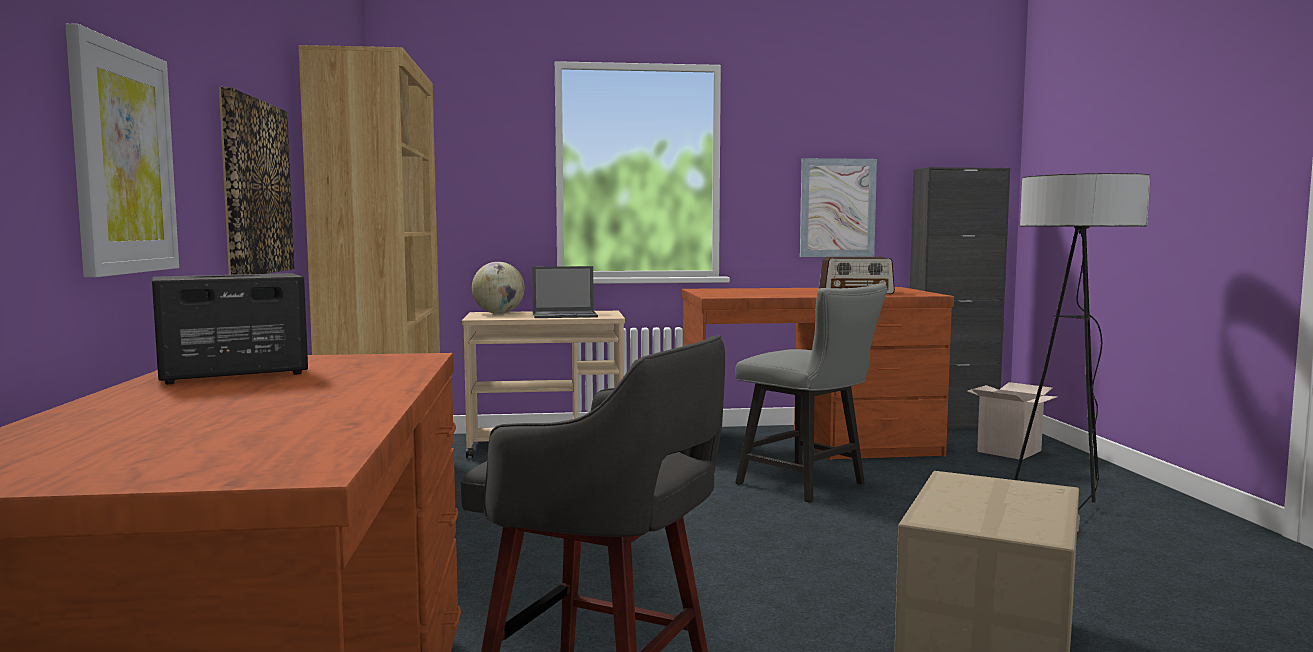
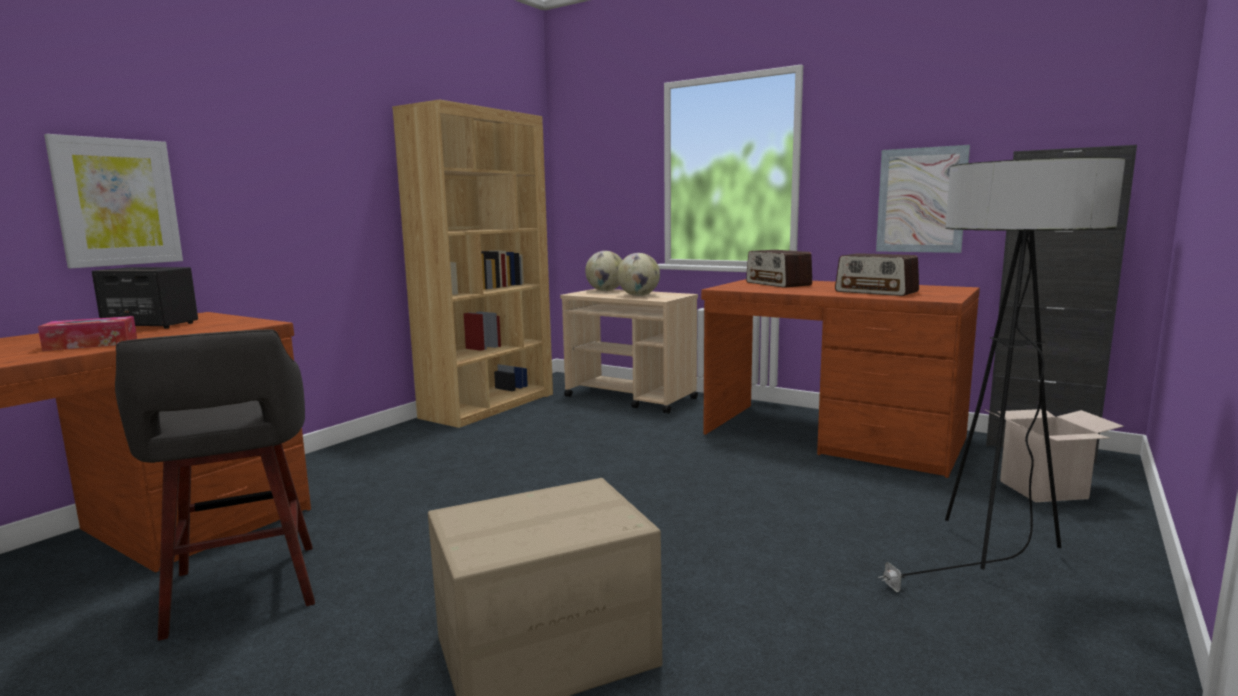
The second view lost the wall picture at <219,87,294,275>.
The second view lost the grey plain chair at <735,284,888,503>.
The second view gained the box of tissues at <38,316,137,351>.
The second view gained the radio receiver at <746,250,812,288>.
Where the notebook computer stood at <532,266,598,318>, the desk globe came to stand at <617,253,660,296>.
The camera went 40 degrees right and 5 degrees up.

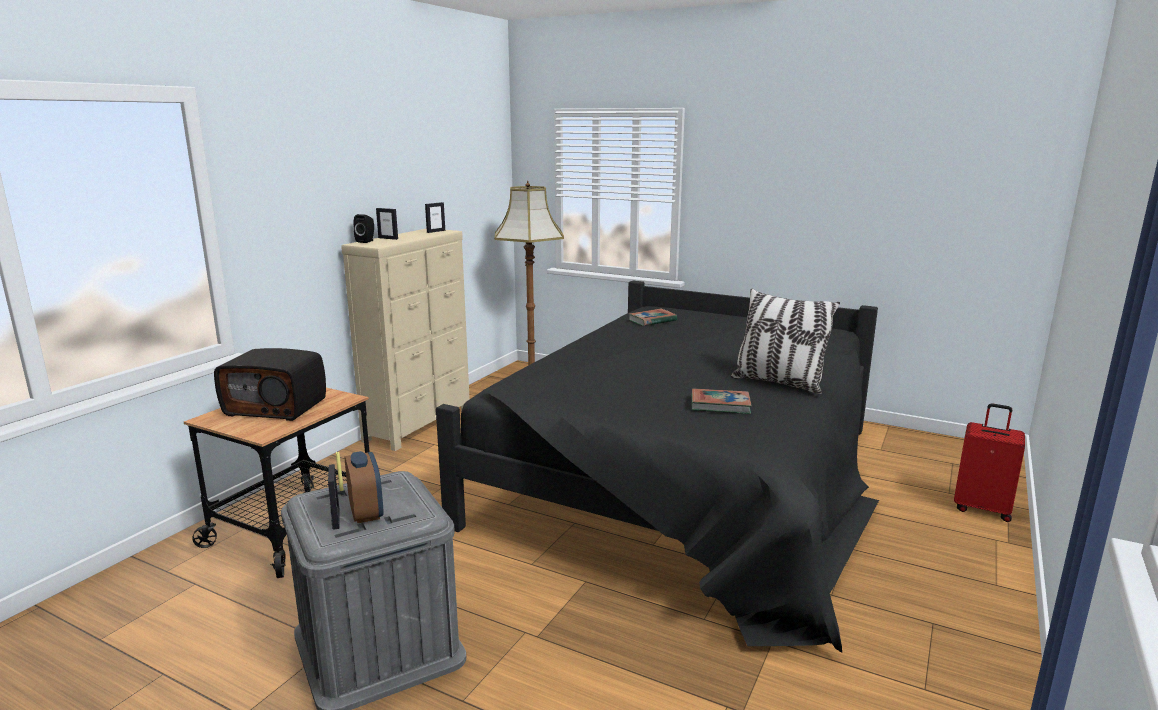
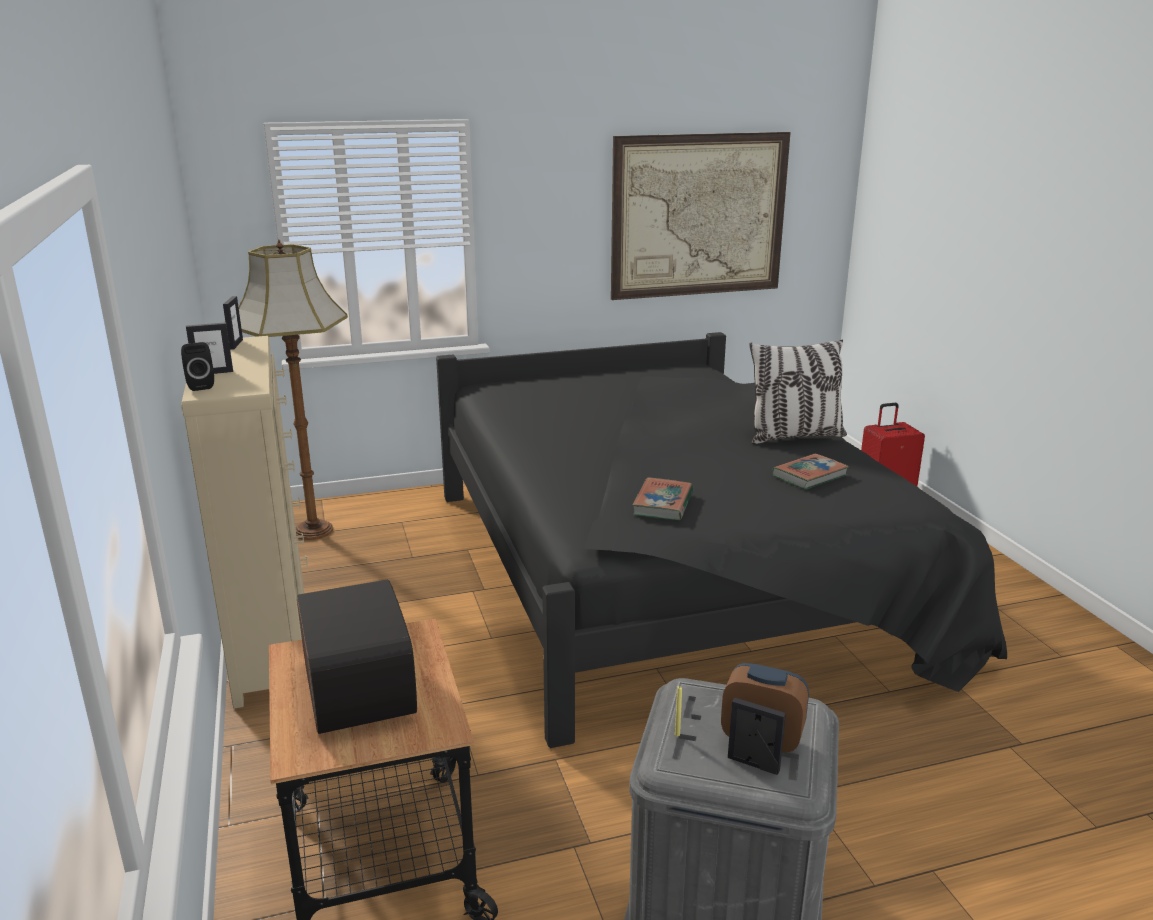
The second view gained the wall picture at <611,132,791,300>.
The book ended up elsewhere, having gone from <629,308,677,326> to <632,477,694,520>.
The radio receiver at <214,348,326,421> ended up facing another way, 75 degrees counterclockwise from before.
The camera went 45 degrees left and 5 degrees up.

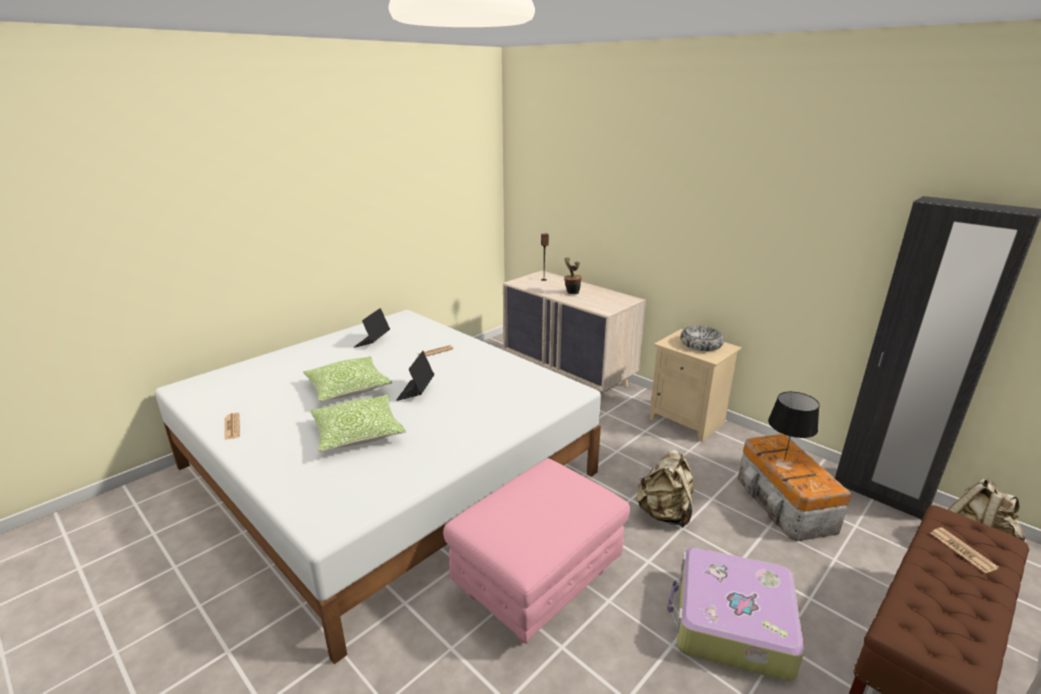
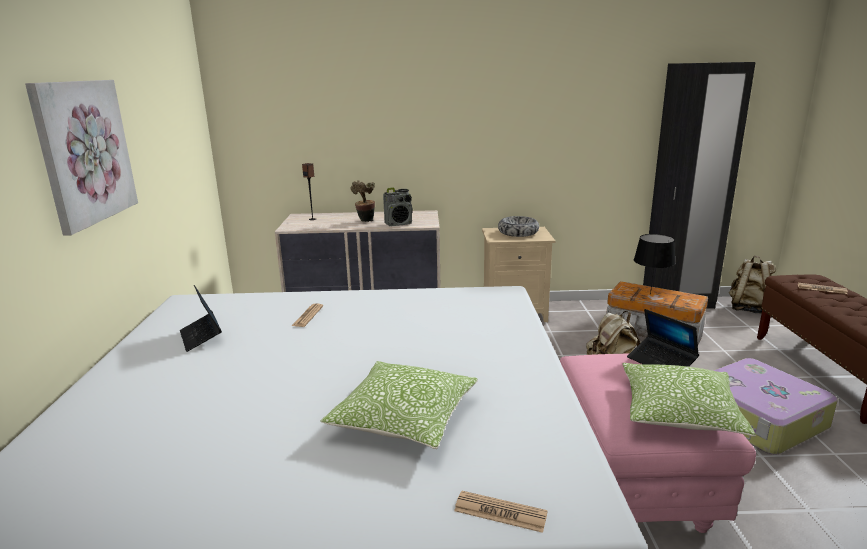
The second view gained the wall picture at <25,80,138,236>.
The second view gained the radio receiver at <383,187,413,226>.
The printed paper ended up elsewhere, having gone from <225,413,240,440> to <454,491,548,533>.
The throw pillow ended up elsewhere, having gone from <303,356,392,402> to <623,363,756,436>.
The notebook computer ended up elsewhere, having gone from <396,351,434,401> to <627,309,699,367>.
The camera went 45 degrees left and 5 degrees down.

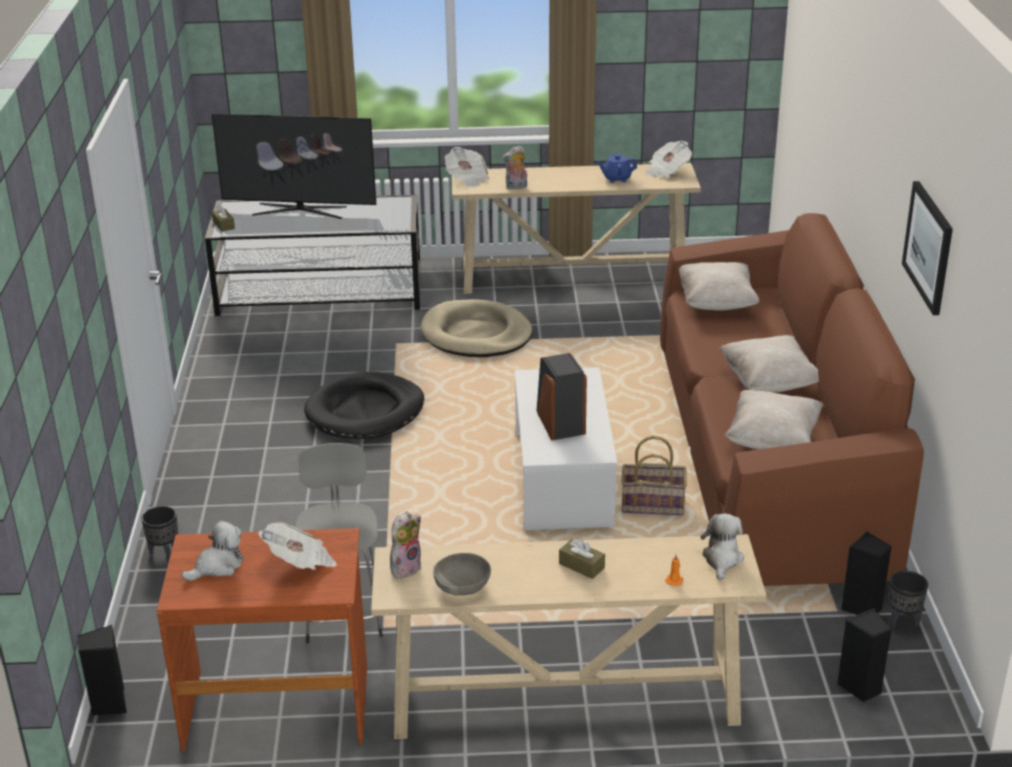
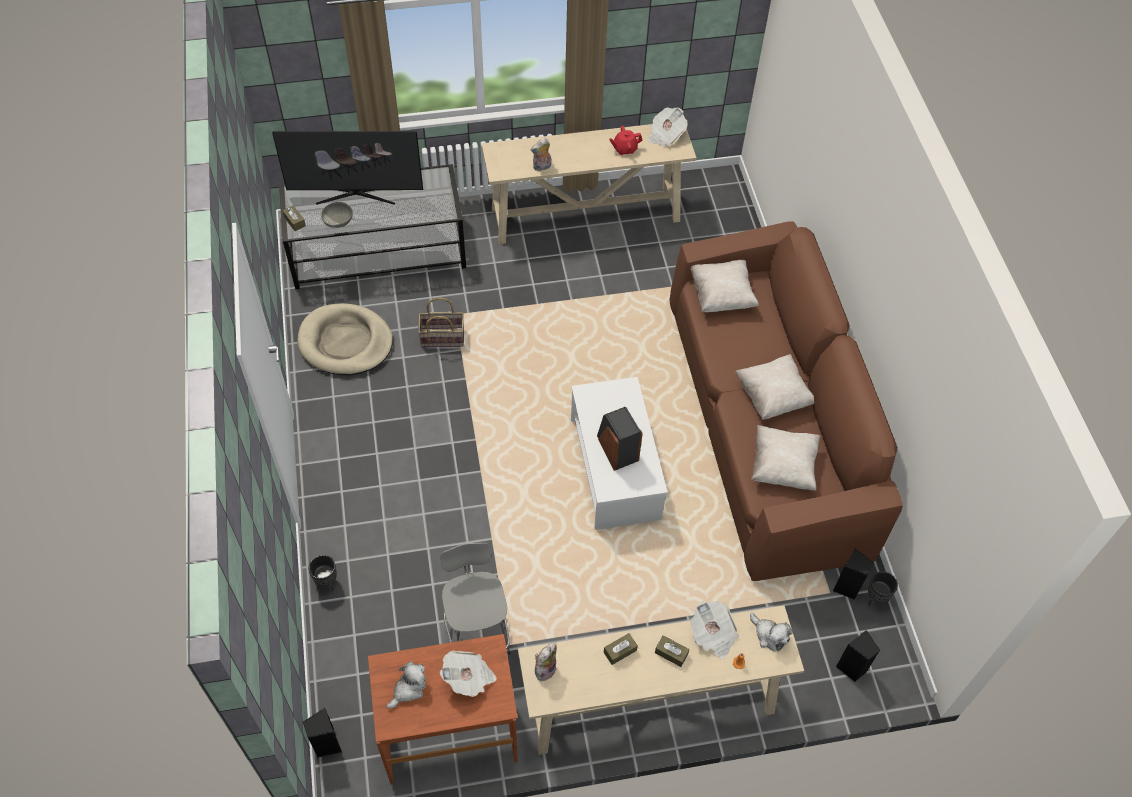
The second view lost the blackish dog cushion at <304,372,424,439>.
The second view lost the wall picture at <902,181,953,315>.
The second view gained the brownish box of tissues at <604,633,638,665>.
The sand-coloured dog cushion ended up elsewhere, having gone from <421,299,532,357> to <297,303,393,375>.
The grey bowl ended up elsewhere, having gone from <433,553,491,596> to <321,202,353,228>.
The printed paper ended up elsewhere, having gone from <444,147,490,188> to <690,601,739,659>.
The storage basket ended up elsewhere, having gone from <622,436,687,515> to <418,297,464,347>.
What was the bluish teapot at <597,153,637,183> turned into the red teapot at <609,126,643,155>.
The soft toy at <701,513,744,580> ended up facing another way, 135 degrees clockwise from before.
The camera went 10 degrees left and 25 degrees up.

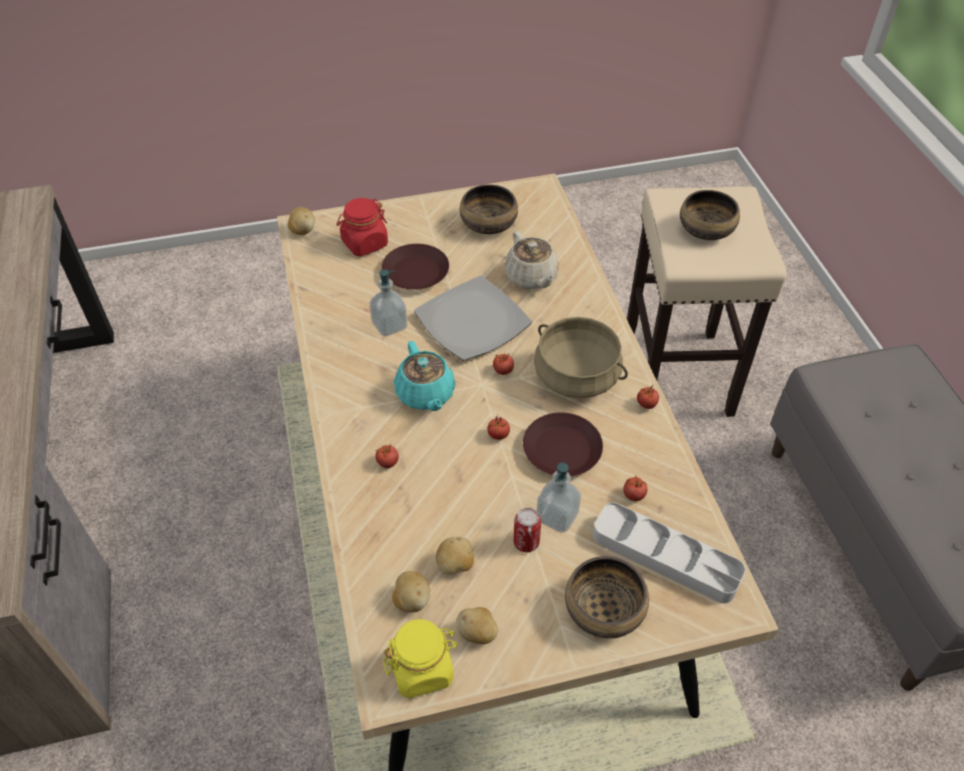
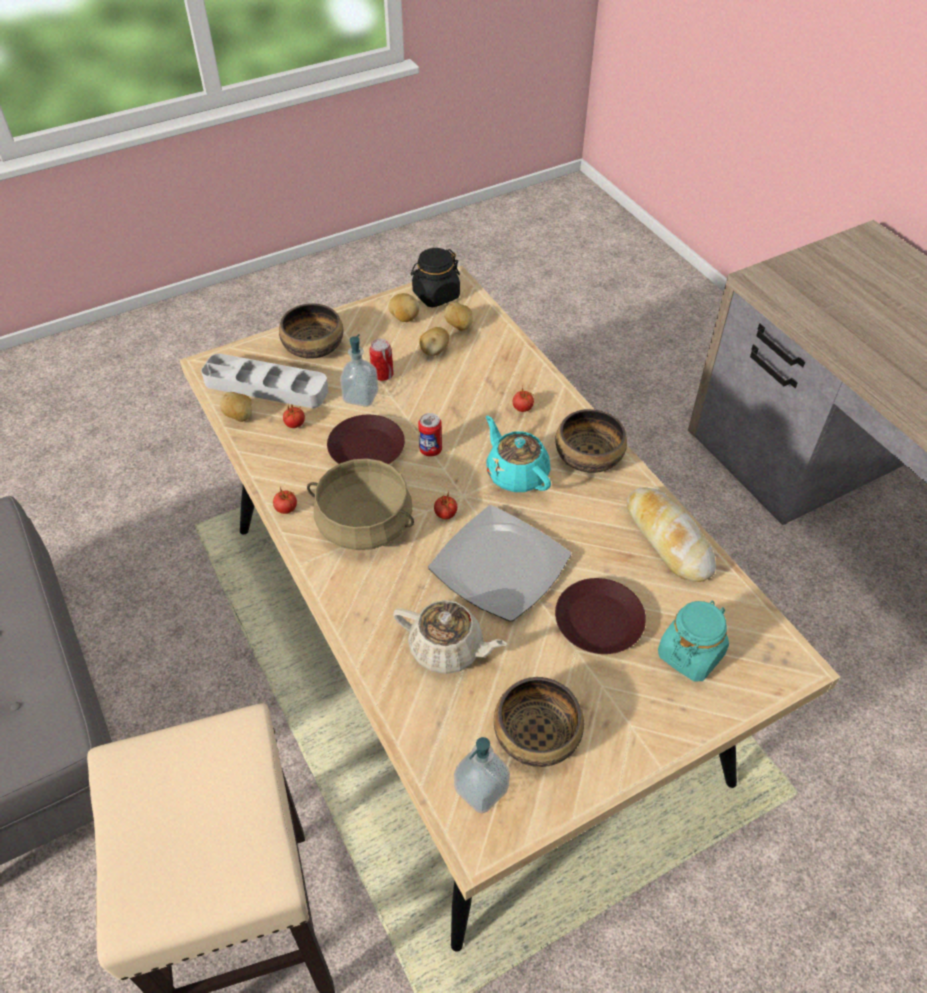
The second view gained the bakery bread at <627,487,716,582>.
The spud ended up elsewhere, having gone from <288,207,315,235> to <220,392,252,422>.
The liquid soap bottle ended up elsewhere, having gone from <370,269,407,337> to <454,737,510,814>.
The bowl ended up elsewhere, having gone from <680,190,740,240> to <555,409,627,473>.
Where the fresh tomato stood at <487,415,510,440>, the can came to stand at <418,413,442,457>.
What was the red preserve jar at <336,198,388,257> turned into the turquoise preserve jar at <658,600,729,682>.
What was the yellowish preserve jar at <384,619,458,699> turned into the blackish preserve jar at <411,248,460,307>.
The sand-coloured teapot at <504,231,559,289> ended up facing another way, 150 degrees clockwise from before.
The camera went 165 degrees right and 0 degrees up.

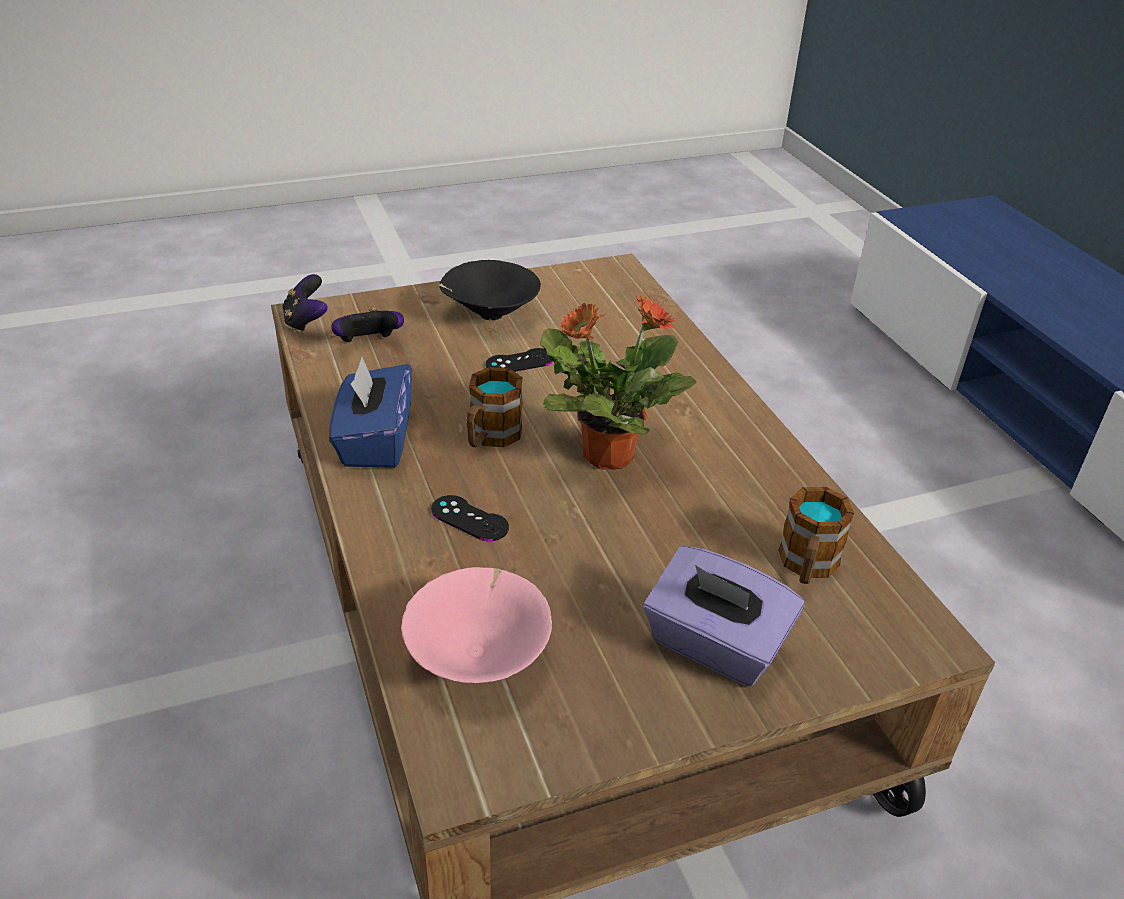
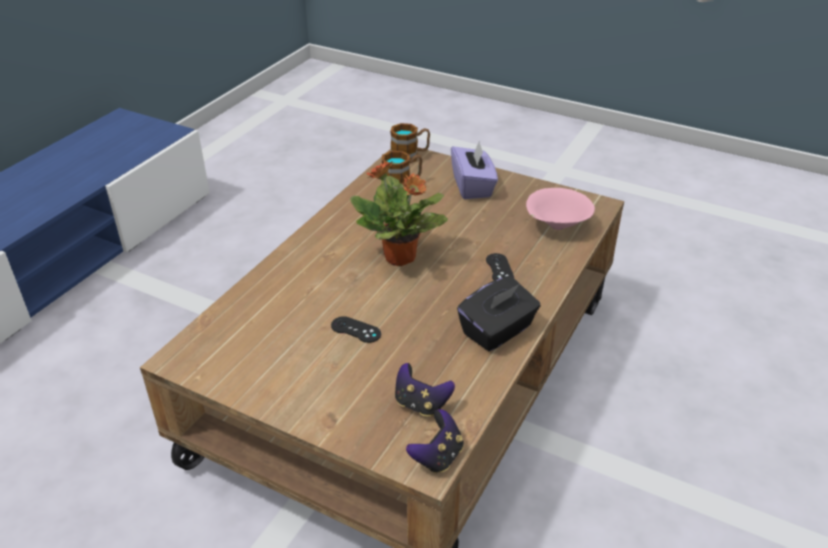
The second view lost the blackish bowl at <439,260,541,320>.
The tea mug ended up elsewhere, having gone from <467,367,523,447> to <390,123,430,162>.
What was the bluish box of tissues at <329,357,412,468> turned into the blackish box of tissues at <457,276,541,351>.
The camera went 130 degrees left and 0 degrees up.

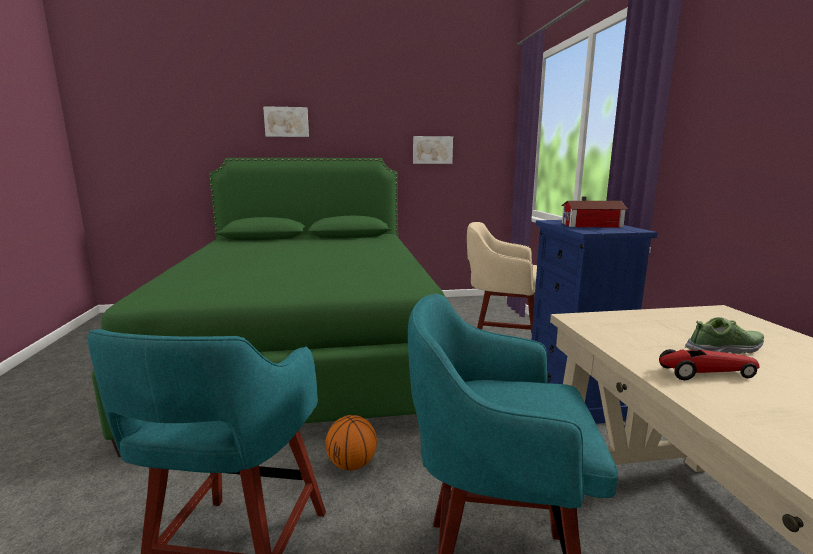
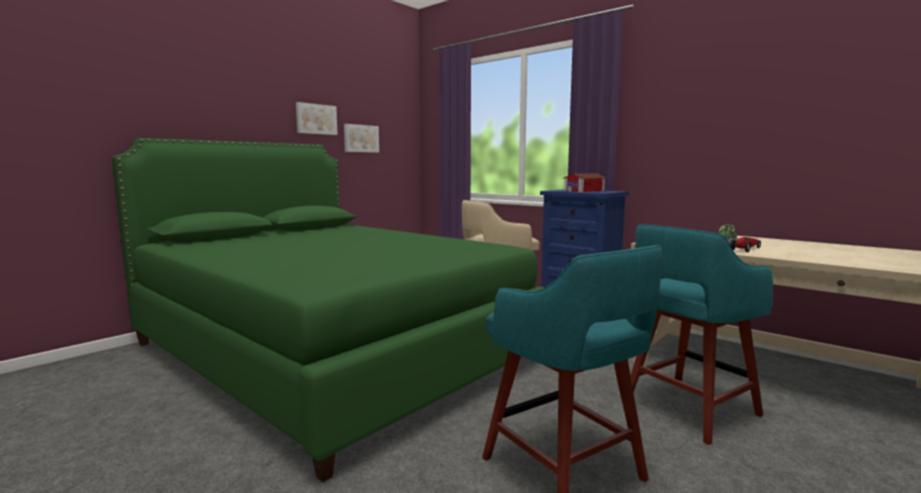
The second view lost the ball for basketball at <325,415,377,470>.
The wall picture ended up elsewhere, having gone from <263,106,309,137> to <296,102,338,135>.
The camera went 40 degrees left and 5 degrees down.

